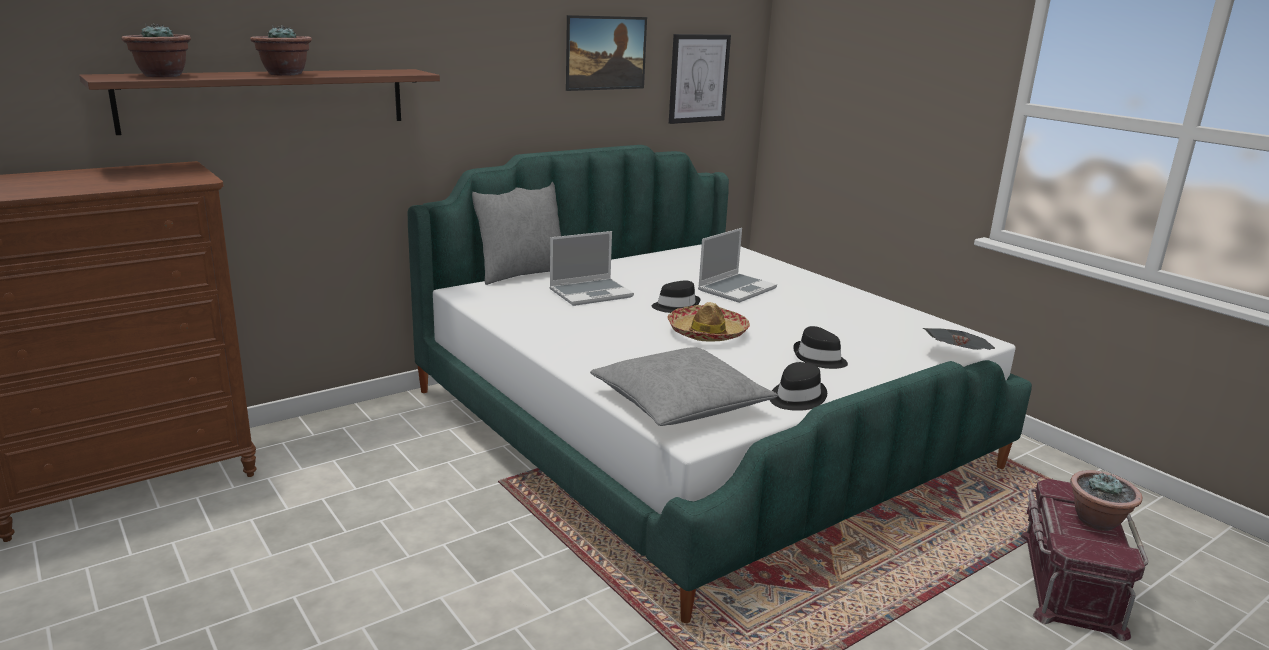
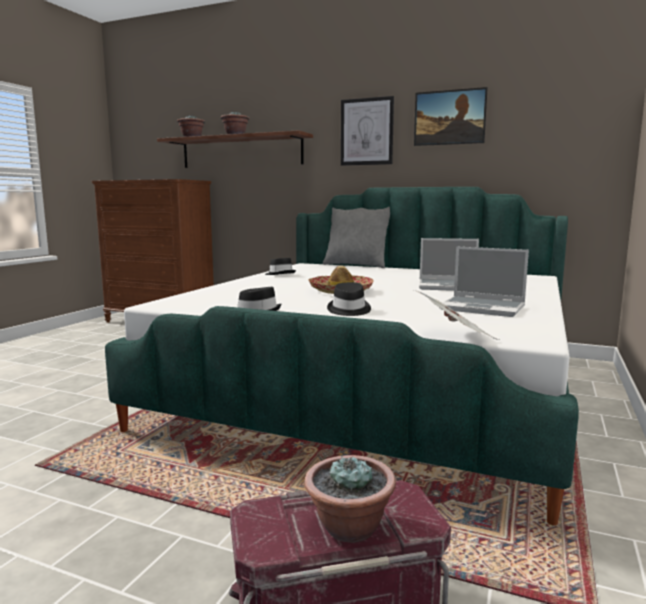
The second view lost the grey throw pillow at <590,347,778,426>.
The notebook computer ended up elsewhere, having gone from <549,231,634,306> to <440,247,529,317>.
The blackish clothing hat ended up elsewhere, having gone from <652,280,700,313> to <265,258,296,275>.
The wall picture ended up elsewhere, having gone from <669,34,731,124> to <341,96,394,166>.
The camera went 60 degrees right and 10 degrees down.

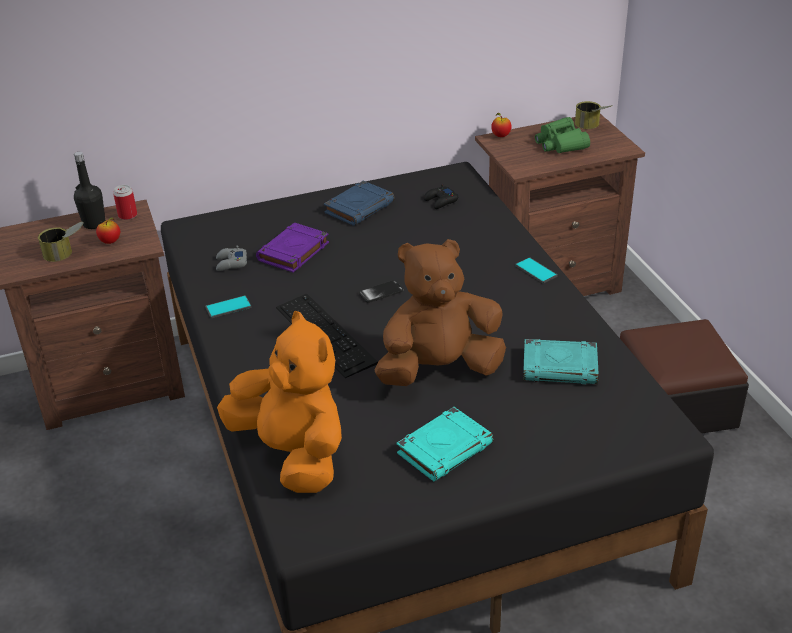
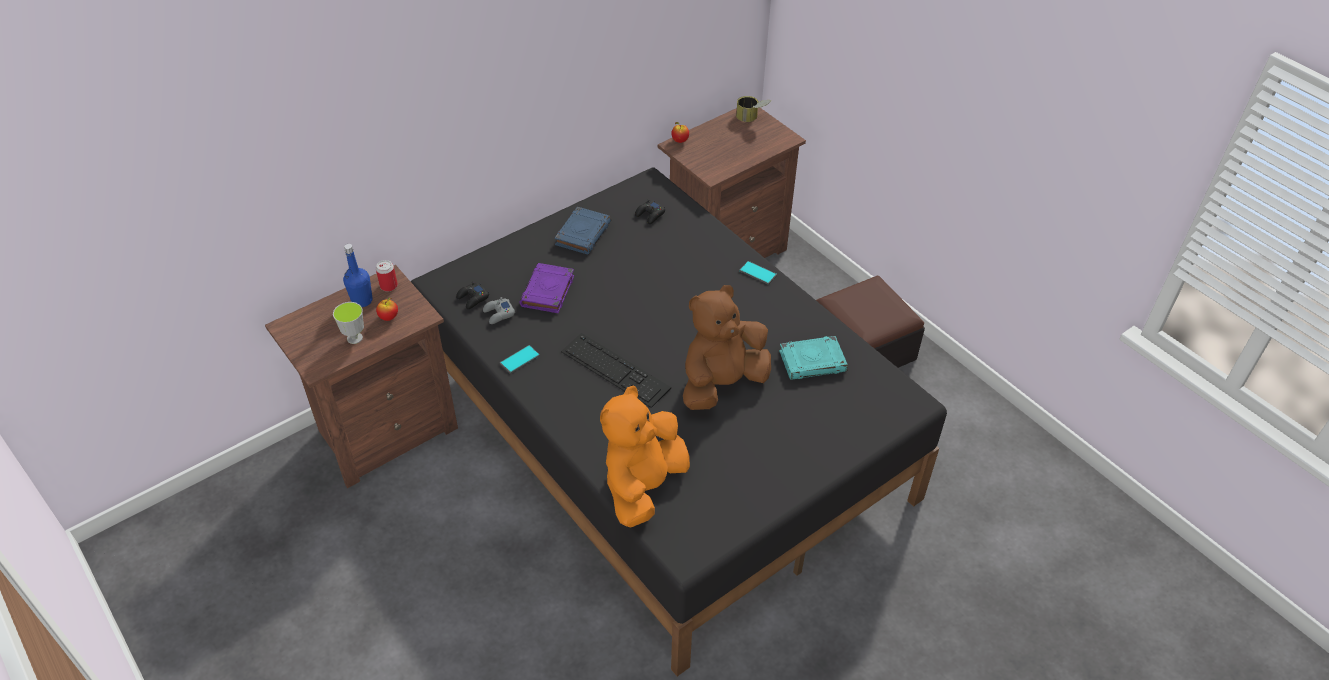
The second view lost the telephone at <359,280,403,303>.
The second view lost the turquoise book at <397,407,494,481>.
The second view lost the green binoculars at <535,117,590,153>.
The second view gained the blackish gamepad at <456,282,489,309>.
Where the can stood at <38,222,84,262>, the small cup came to stand at <333,302,364,344>.
What was the blackish bottle at <74,152,105,229> turned into the bluish bottle at <343,244,373,307>.
The orangey soft toy at <217,311,342,493> ended up facing another way, 90 degrees counterclockwise from before.
The camera went 20 degrees left and 10 degrees up.

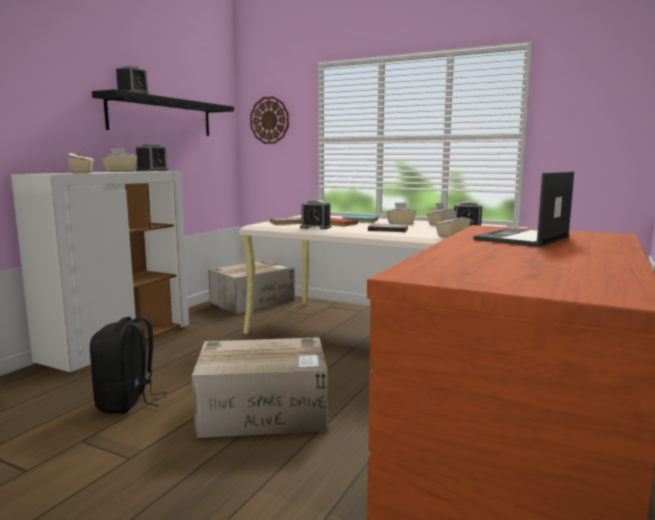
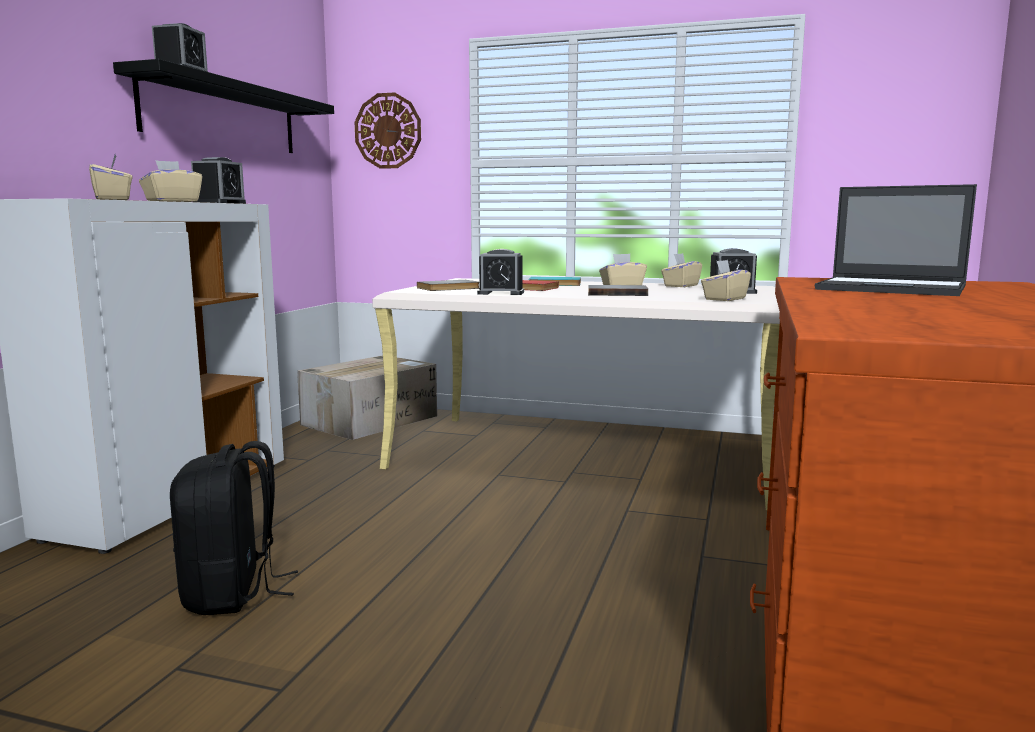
The second view lost the cardboard box at <192,337,328,438>.
The notebook computer at <473,171,574,247> ended up facing another way, 90 degrees counterclockwise from before.
The camera went 10 degrees left and 0 degrees up.

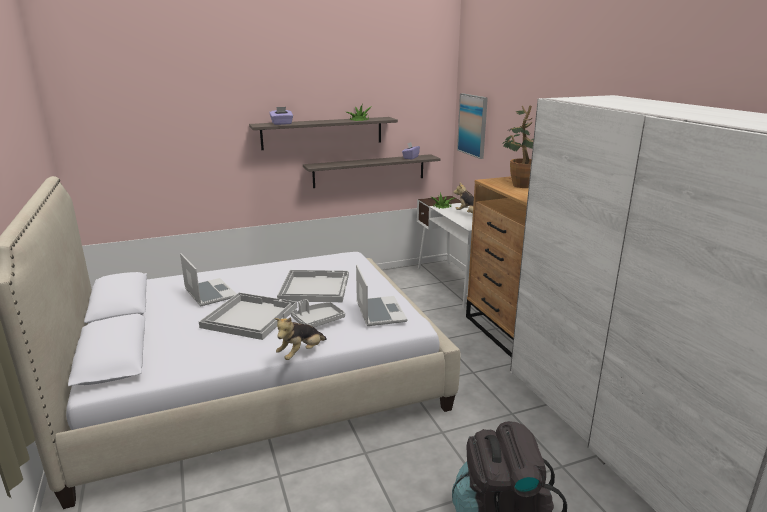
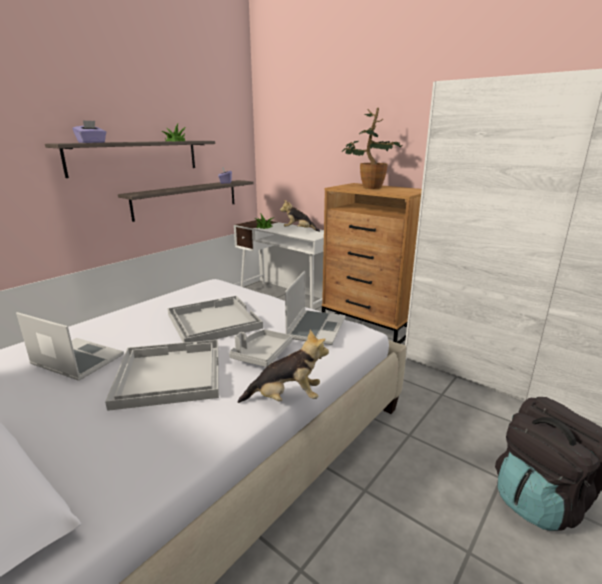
The second view lost the wall picture at <457,93,488,159>.
The soft toy at <274,317,327,360> ended up facing another way, 105 degrees counterclockwise from before.
The notebook computer at <356,265,407,326> ended up facing another way, 60 degrees clockwise from before.
The camera went 30 degrees left and 0 degrees up.

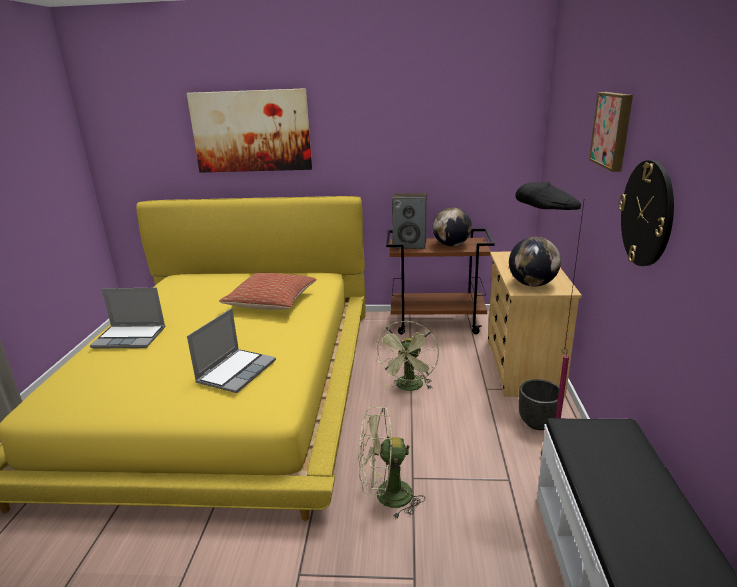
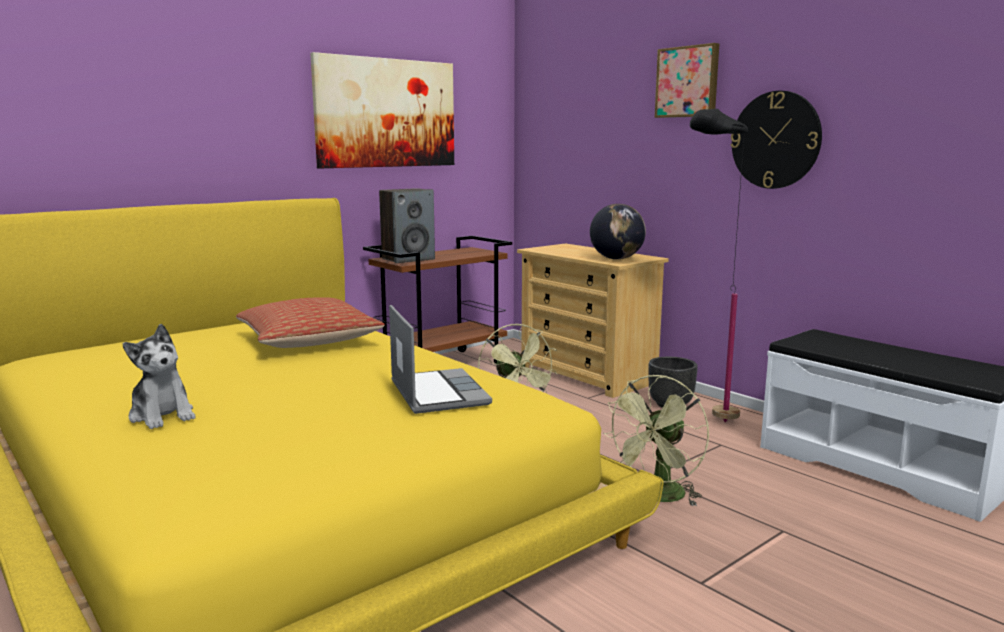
The second view lost the desk globe at <433,207,472,246>.
The wall picture ended up elsewhere, having gone from <187,88,312,173> to <310,52,454,168>.
Where the notebook computer stood at <90,288,165,349>, the soft toy came to stand at <122,324,195,429>.
The camera went 45 degrees left and 10 degrees down.

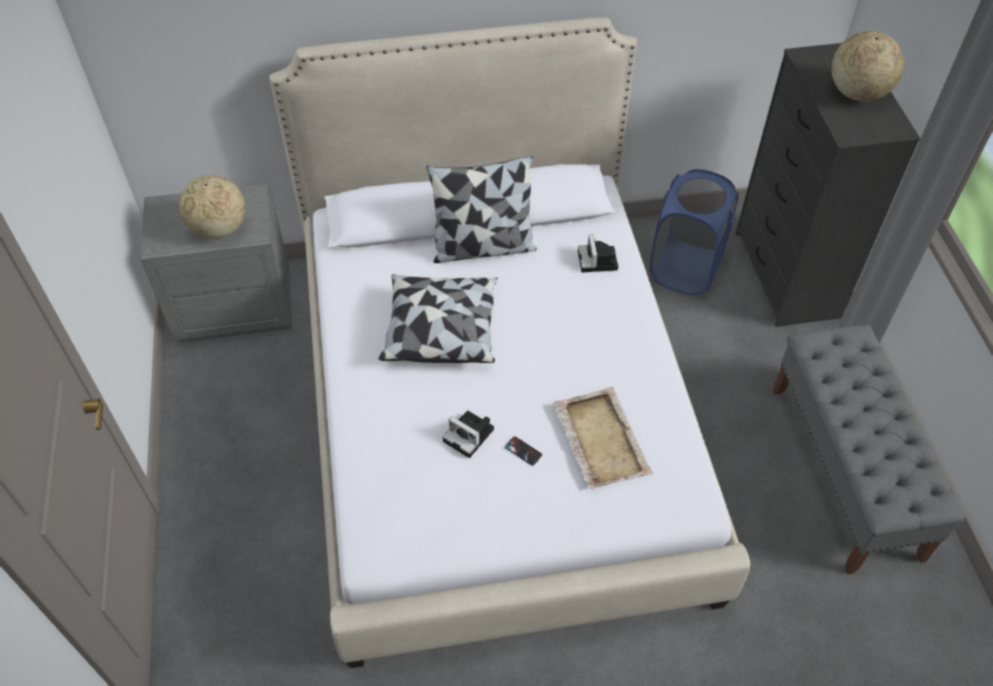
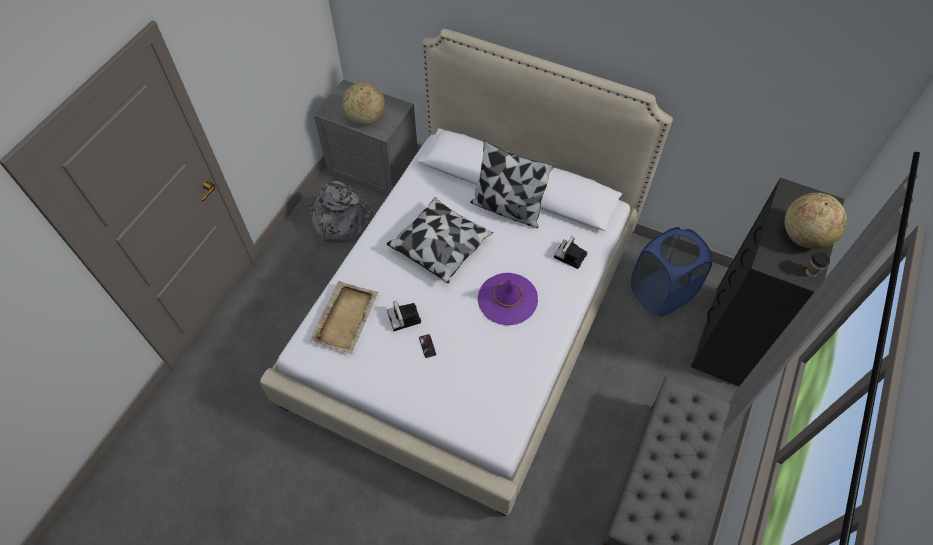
The second view gained the grey backpack at <307,181,372,243>.
The second view gained the purplish clothing hat at <478,273,538,325>.
The second view gained the small cup at <805,252,830,278>.
The sand-coloured serving tray ended up elsewhere, having gone from <554,387,653,489> to <310,281,378,354>.
The camera went 35 degrees right and 5 degrees up.

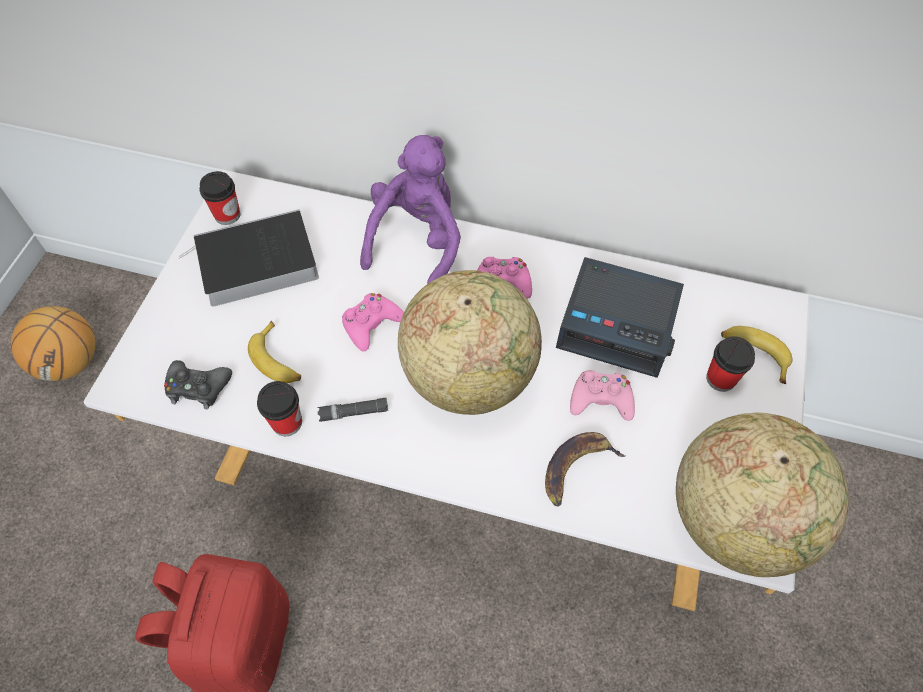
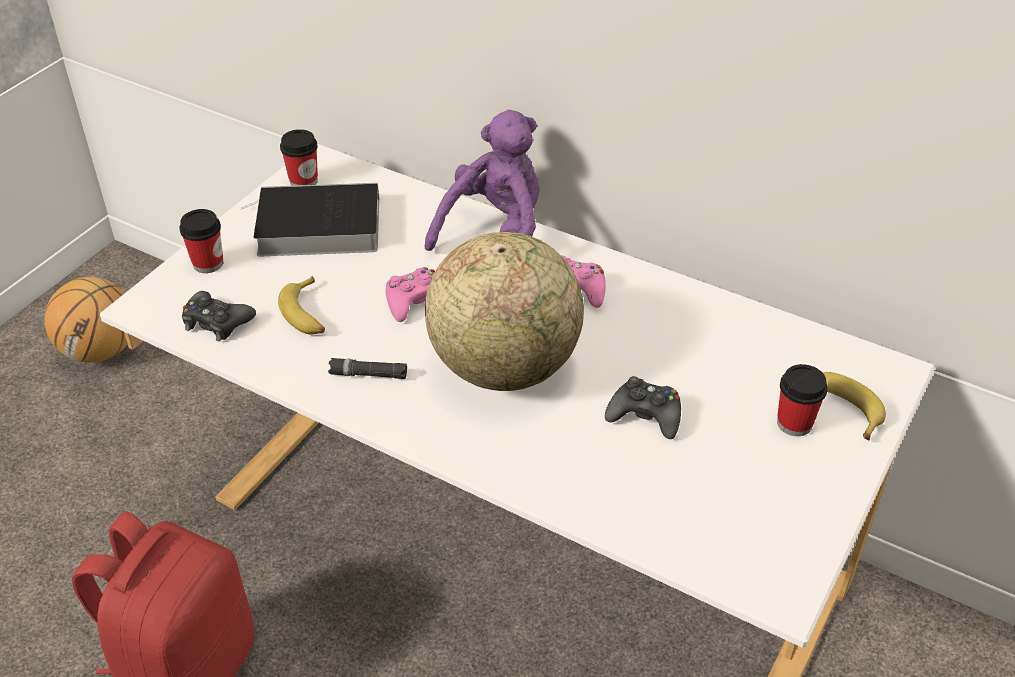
The second view lost the banana at <545,432,625,507>.
The second view lost the alarm clock at <556,257,684,378>.
The second view lost the desk globe at <676,413,849,577>.
The small cup ended up elsewhere, having gone from <257,381,302,436> to <179,209,224,273>.
What was the pink-coloured gamepad at <570,370,635,421> turned into the blackish gamepad at <605,376,681,439>.
The camera went 15 degrees right and 15 degrees down.

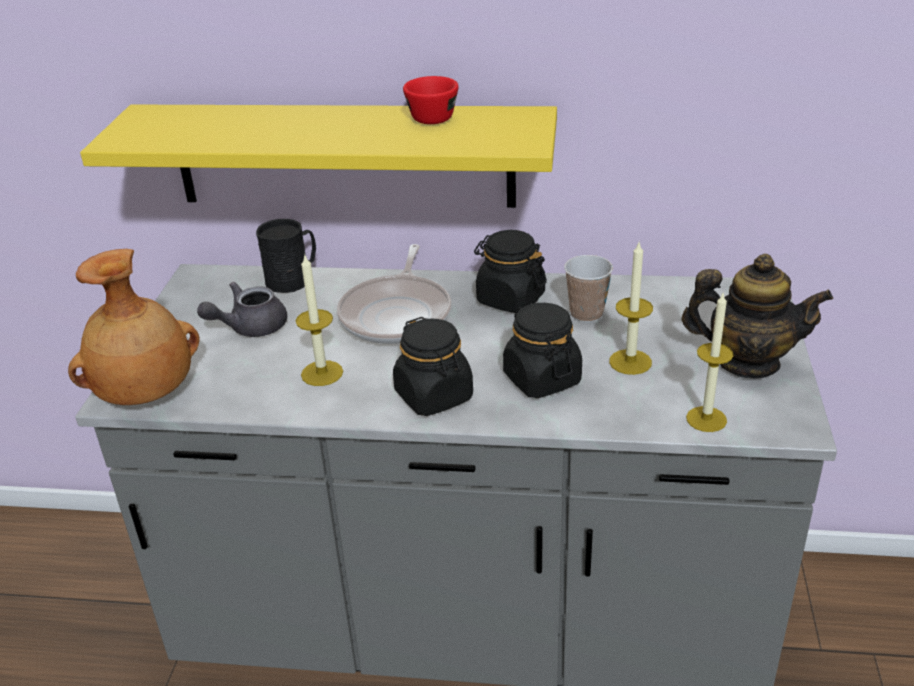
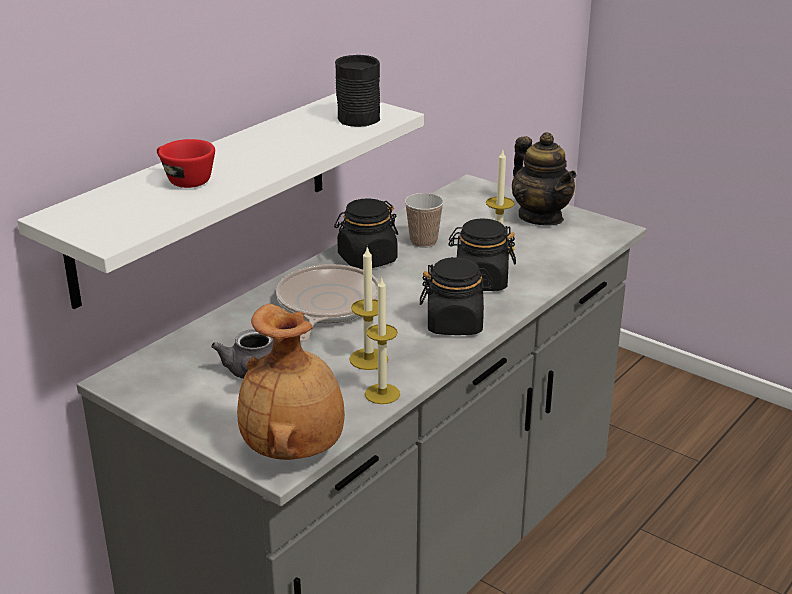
The blackish tea mug ended up elsewhere, having gone from <256,219,316,293> to <335,55,380,127>.
The red small cup ended up elsewhere, having gone from <403,76,458,124> to <157,139,215,188>.
The wax candle ended up elsewhere, having gone from <686,293,734,432> to <365,277,400,404>.
What was the yellowish wall shelf at <80,105,557,208> turned into the whitish wall shelf at <17,93,424,309>.
The skillet at <337,244,451,344> ended up facing another way, 120 degrees counterclockwise from before.
The teapot at <681,254,833,378> ended up facing another way, 105 degrees clockwise from before.
The camera went 60 degrees left and 5 degrees down.

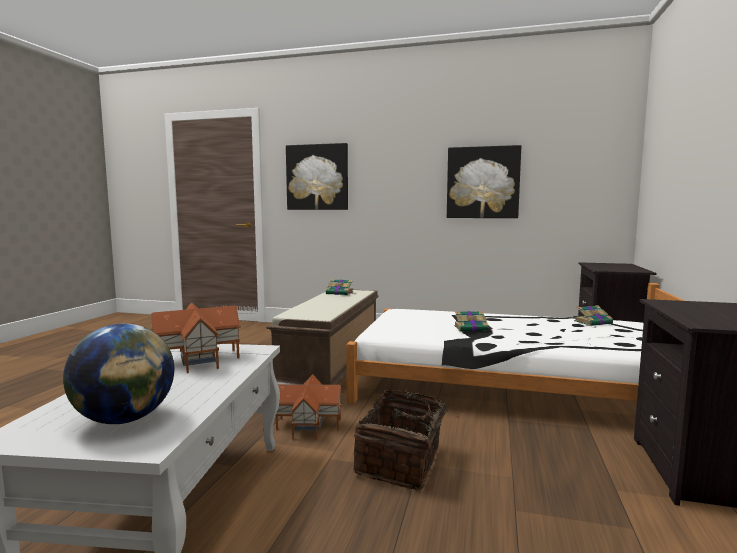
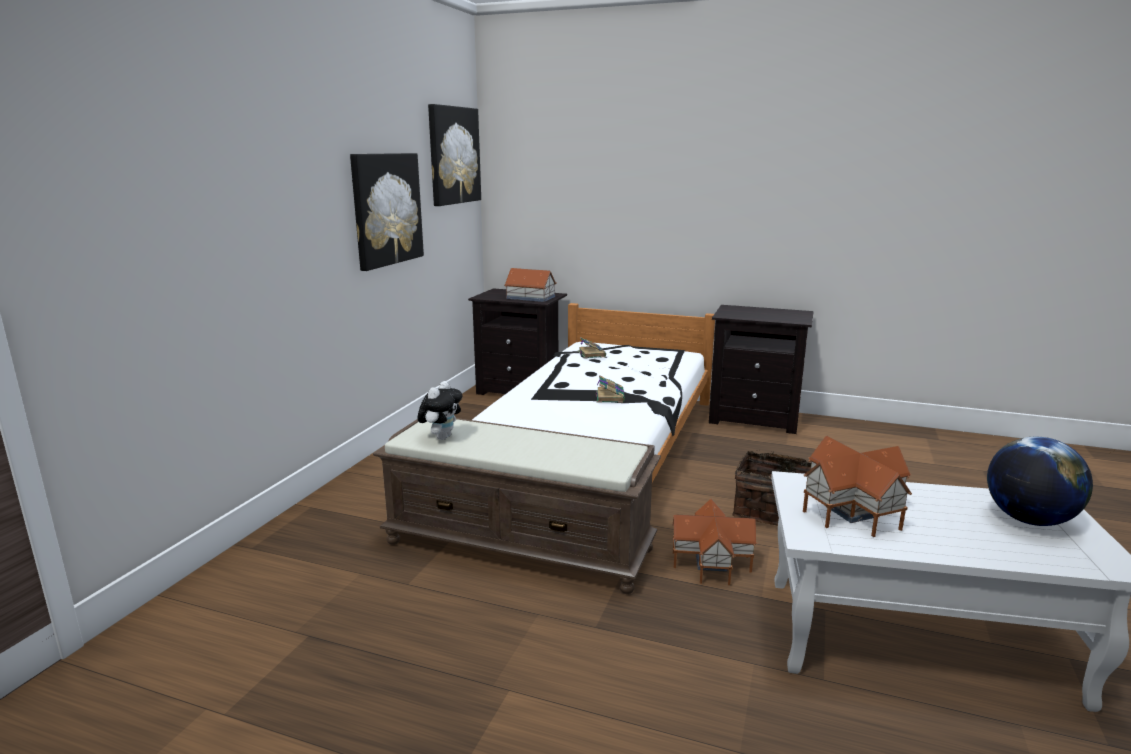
The second view gained the toy house at <504,268,557,302>.
The wall picture ended up elsewhere, having gone from <286,143,348,210> to <428,104,481,206>.
Where the book stood at <326,279,353,295>, the soft toy came to stand at <417,381,462,440>.
The camera went 85 degrees left and 10 degrees up.

